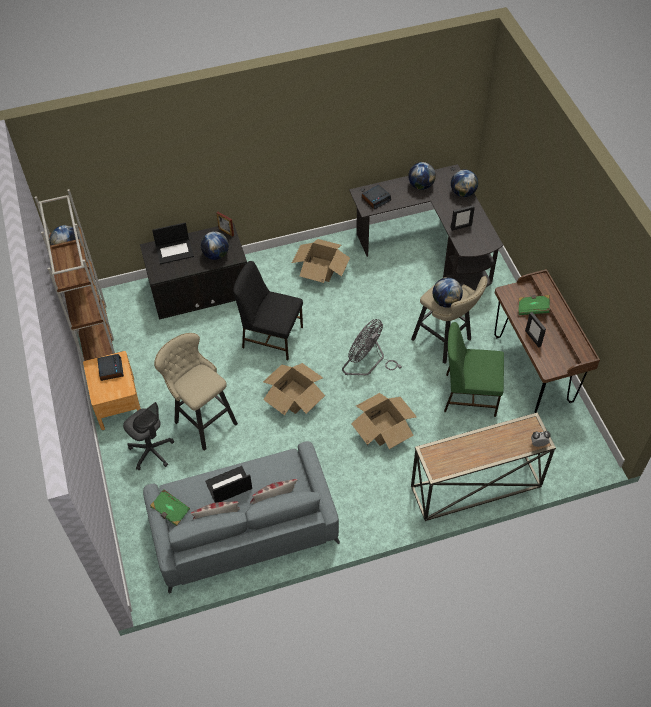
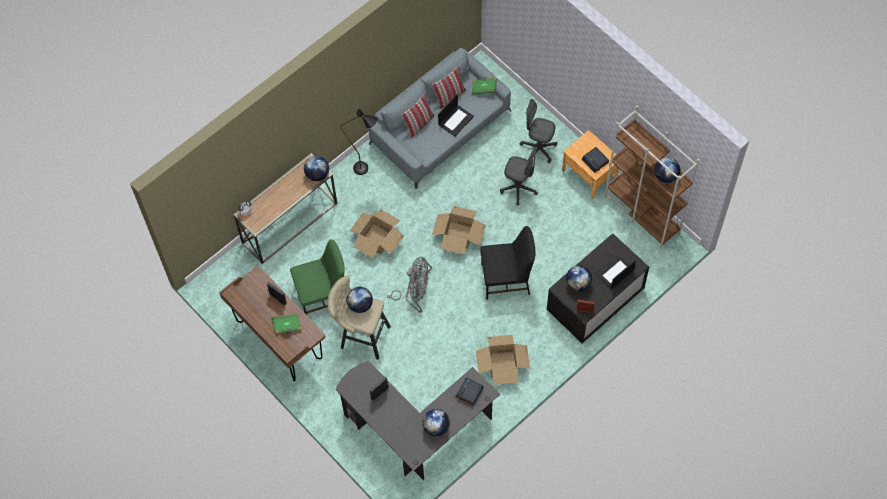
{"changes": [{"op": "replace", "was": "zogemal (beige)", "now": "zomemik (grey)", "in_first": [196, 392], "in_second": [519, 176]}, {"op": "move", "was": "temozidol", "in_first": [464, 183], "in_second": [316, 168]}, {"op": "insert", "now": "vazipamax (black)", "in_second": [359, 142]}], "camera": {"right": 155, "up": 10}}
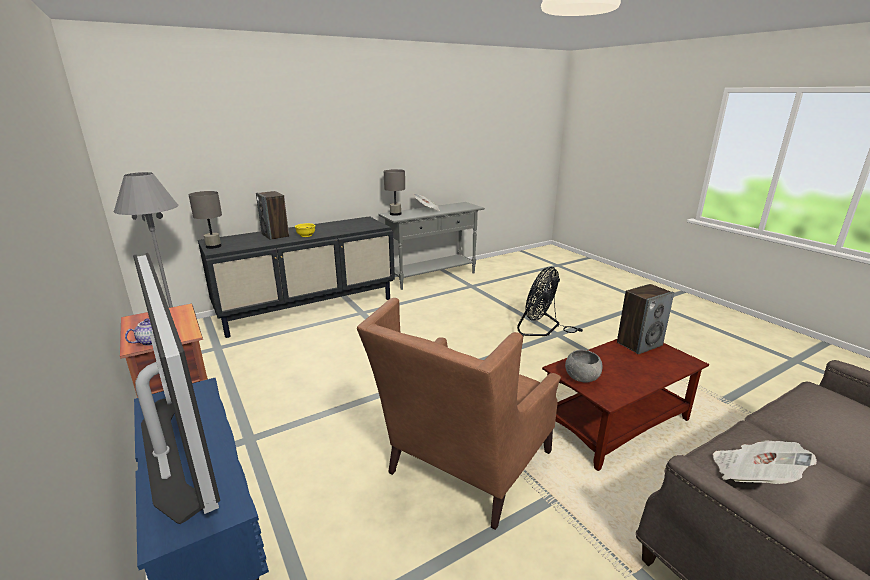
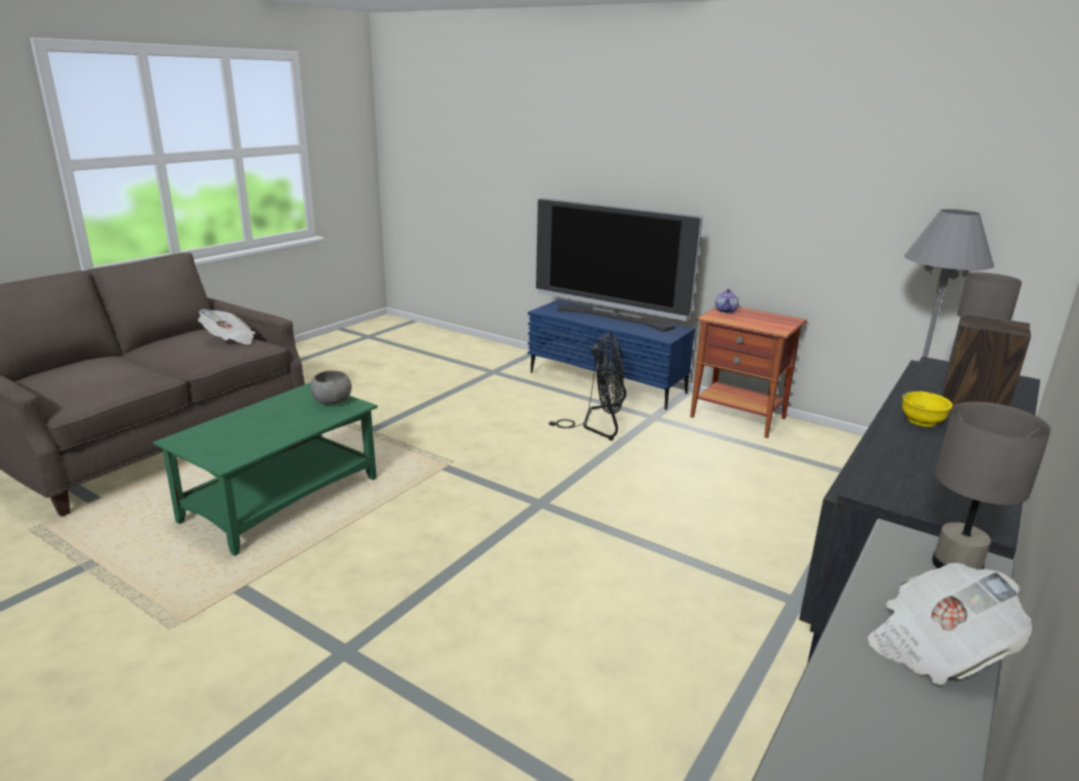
{"changes": [{"op": "delete", "was": "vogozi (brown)", "in_first": [459, 414]}, {"op": "move", "was": "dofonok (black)", "in_first": [550, 301], "in_second": [587, 387]}, {"op": "recolor", "was": "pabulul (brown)", "now": "pabulul (green)", "in_first": [625, 405], "in_second": [265, 469]}, {"op": "delete", "was": "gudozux", "in_first": [645, 319]}], "camera": {"right": 155, "up": 0}}
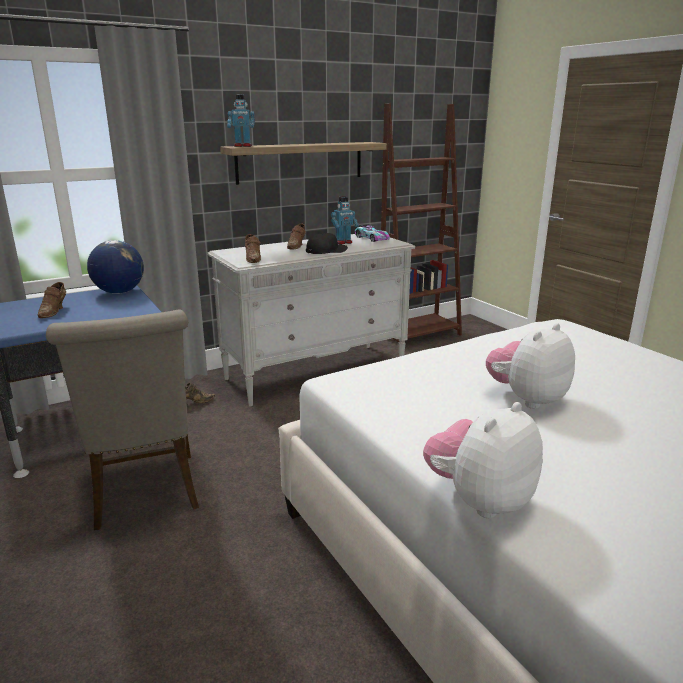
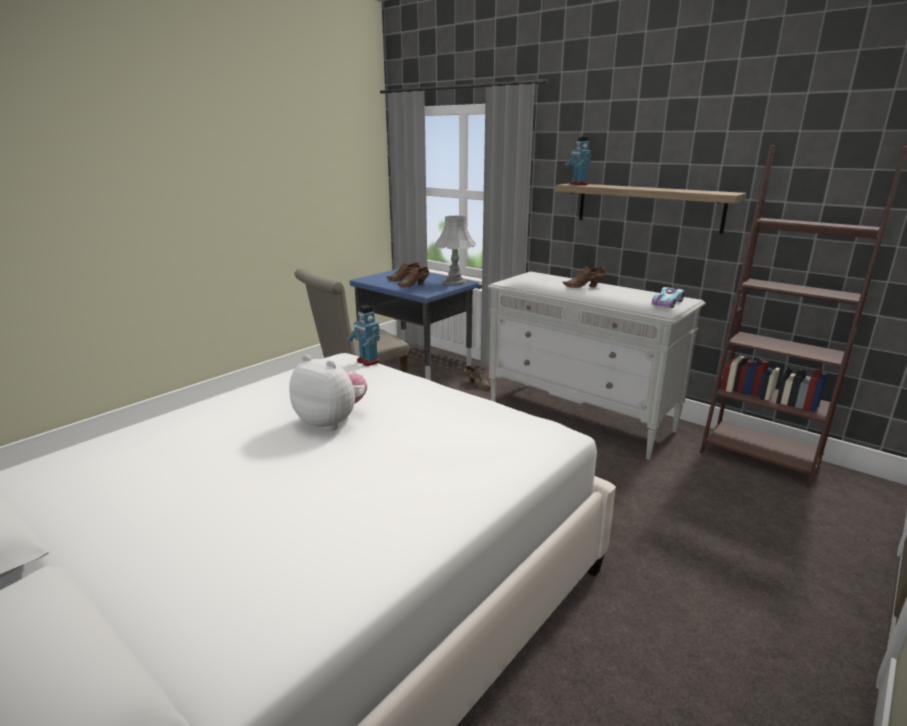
{"changes": [{"op": "replace", "was": "temozidol", "now": "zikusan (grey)", "in_first": [115, 267], "in_second": [455, 250]}, {"op": "move", "was": "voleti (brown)", "in_first": [253, 248], "in_second": [413, 277]}, {"op": "delete", "was": "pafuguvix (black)", "in_first": [327, 243]}, {"op": "move", "was": "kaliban", "in_first": [345, 221], "in_second": [363, 335]}, {"op": "delete", "was": "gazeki", "in_first": [483, 460]}], "camera": {"right": 70, "up": 0}}
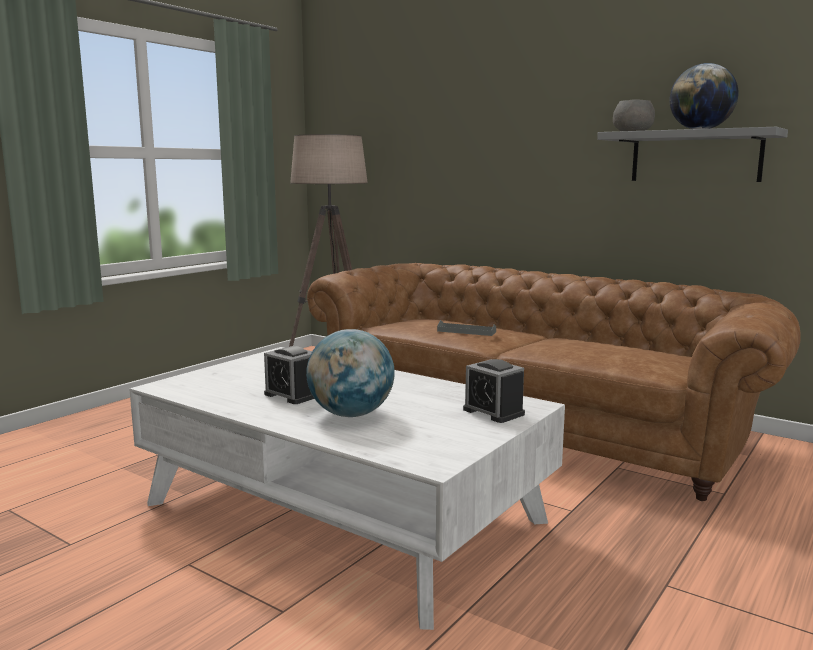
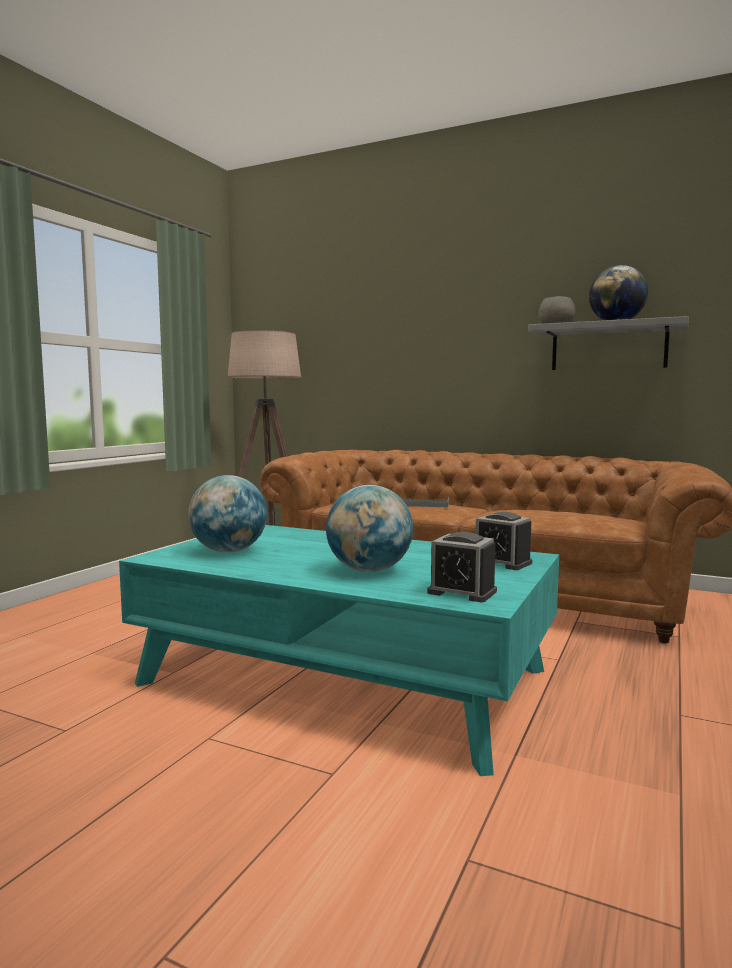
{"changes": [{"op": "recolor", "was": "pabulul (white)", "now": "pabulul (turquoise)", "in_first": [347, 488], "in_second": [339, 650]}, {"op": "move", "was": "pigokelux", "in_first": [289, 375], "in_second": [462, 567]}, {"op": "insert", "now": "temozidol", "in_second": [227, 514]}], "camera": {"right": -10, "up": -5}}
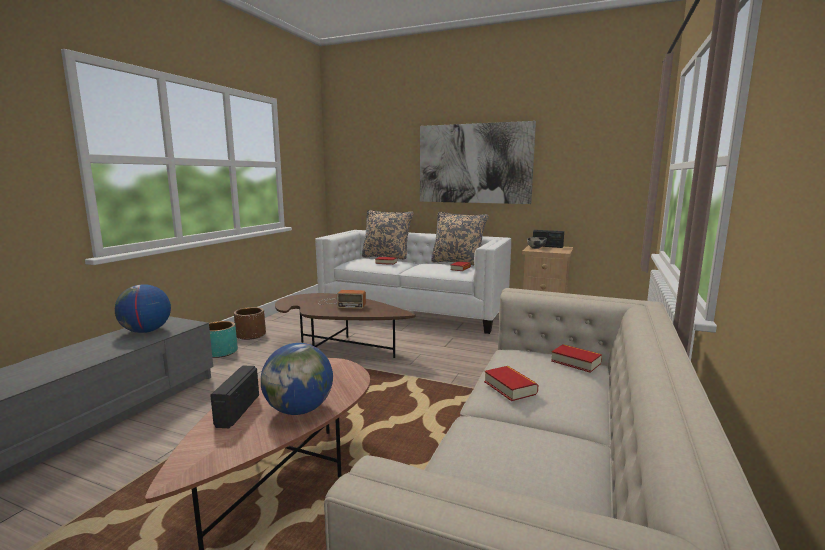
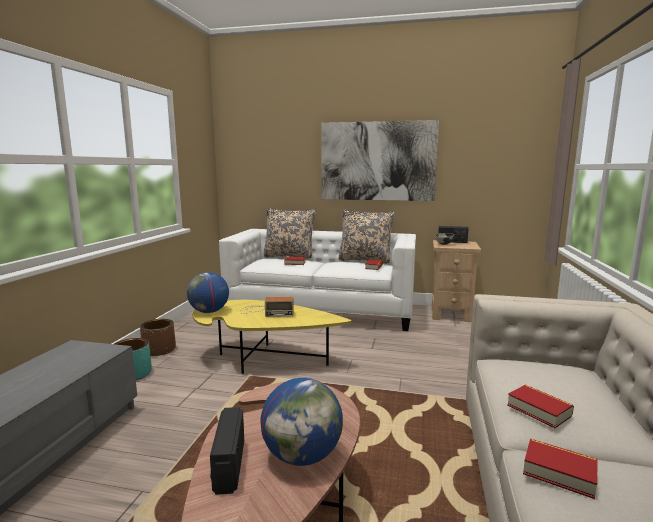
{"changes": [{"op": "move", "was": "temozidol", "in_first": [143, 308], "in_second": [208, 292]}, {"op": "recolor", "was": "pabulul (brown)", "now": "pabulul (yellow)", "in_first": [345, 325], "in_second": [272, 337]}, {"op": "move", "was": "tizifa", "in_first": [576, 358], "in_second": [560, 468]}], "camera": {"right": -10, "up": 0}}
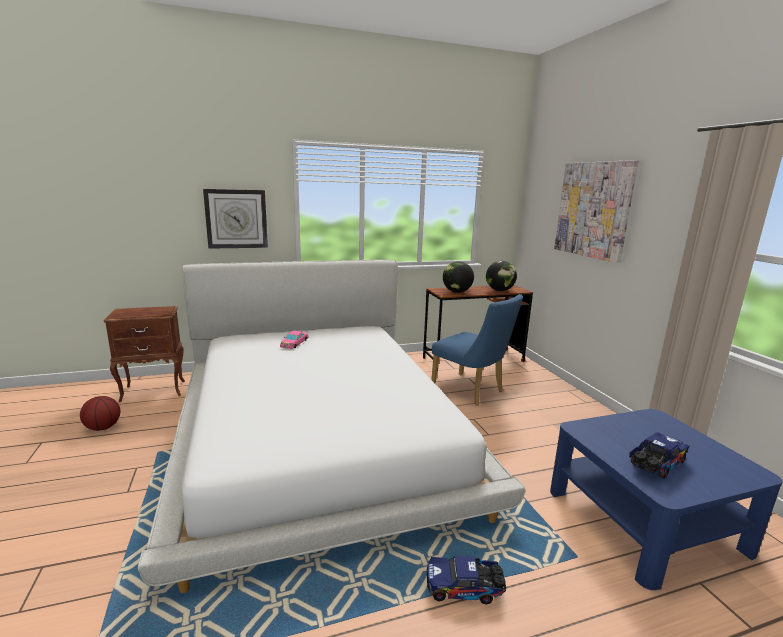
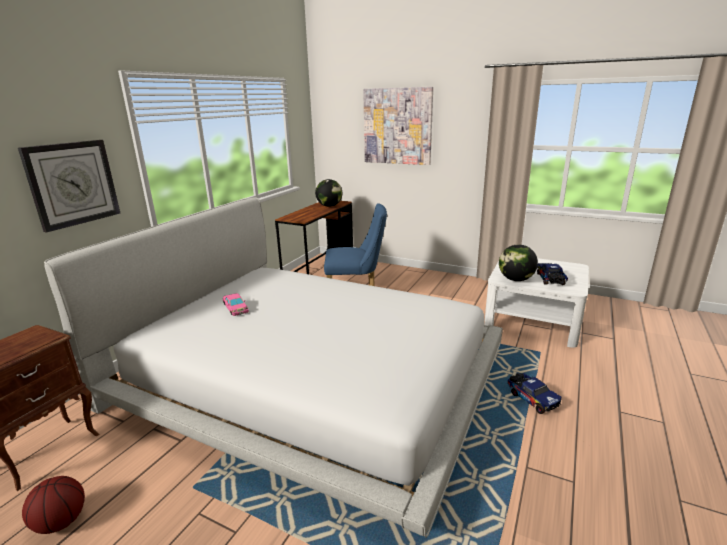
{"changes": [{"op": "rotate", "was": "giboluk", "in_first": [466, 580], "in_second": [534, 393], "clockwise": -75}, {"op": "move", "was": "temozidol", "in_first": [458, 277], "in_second": [518, 263]}, {"op": "recolor", "was": "pabulul (blue)", "now": "pabulul (white)", "in_first": [666, 499], "in_second": [536, 303]}], "camera": {"right": -45, "up": 5}}
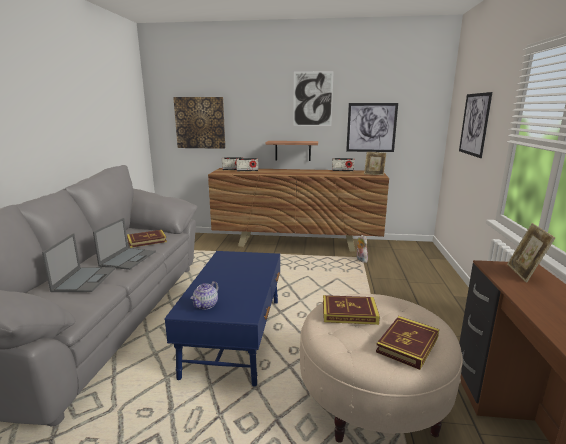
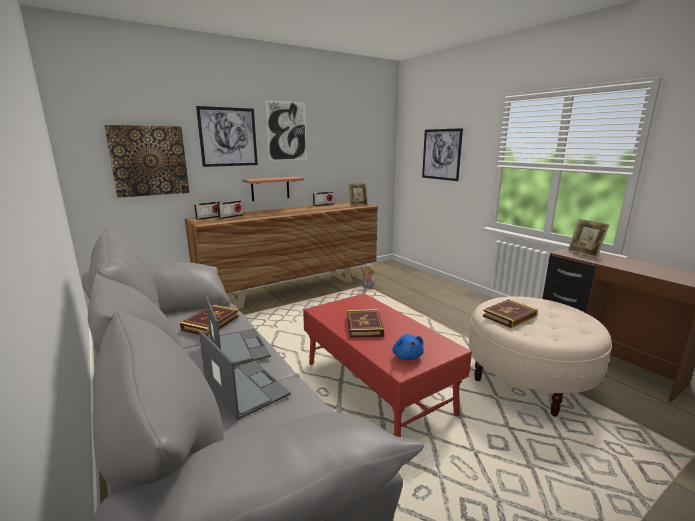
{"changes": [{"op": "recolor", "was": "pabulul (blue)", "now": "pabulul (red)", "in_first": [222, 319], "in_second": [387, 365]}, {"op": "replace", "was": "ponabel", "now": "gazeki (blue)", "in_first": [204, 295], "in_second": [408, 347]}, {"op": "move", "was": "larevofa", "in_first": [372, 127], "in_second": [227, 136]}, {"op": "move", "was": "tizifa", "in_first": [407, 343], "in_second": [365, 323]}], "camera": {"right": -40, "up": 0}}
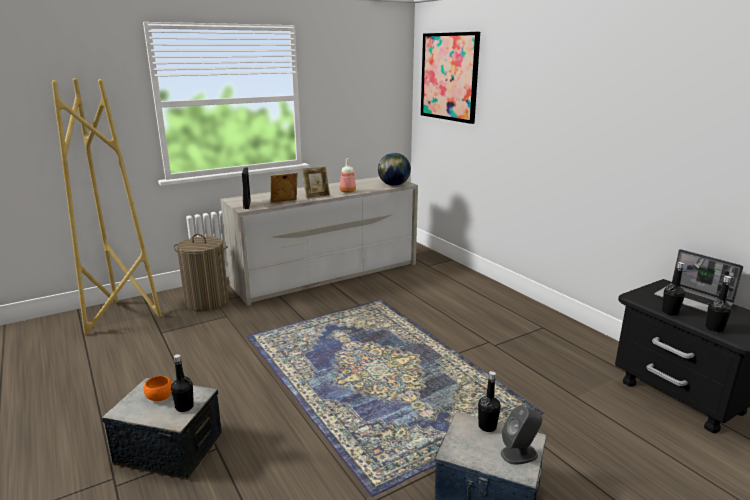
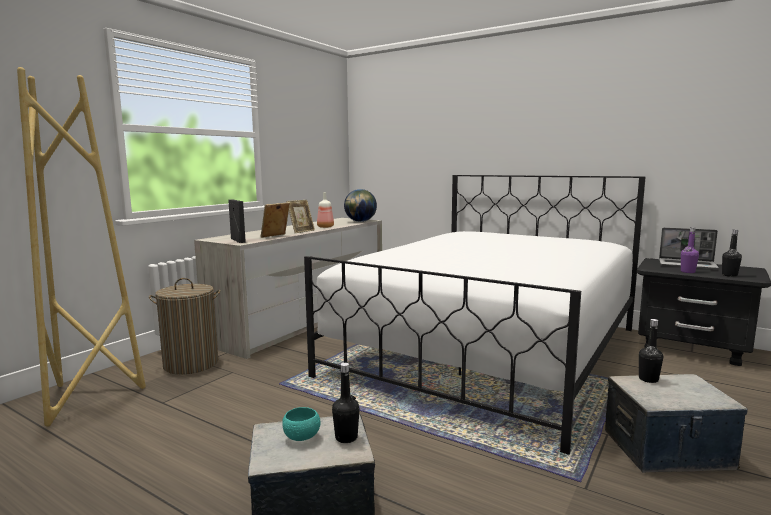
{"changes": [{"op": "recolor", "was": "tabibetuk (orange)", "now": "tabibetuk (turquoise)", "in_first": [157, 388], "in_second": [301, 424]}, {"op": "delete", "was": "larevofa", "in_first": [450, 78]}, {"op": "delete", "was": "gudozux (grey)", "in_first": [522, 435]}, {"op": "recolor", "was": "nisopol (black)", "now": "nisopol (purple)", "in_first": [673, 289], "in_second": [690, 250]}, {"op": "insert", "now": "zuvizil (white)", "in_second": [475, 315]}], "camera": {"right": -25, "up": -10}}
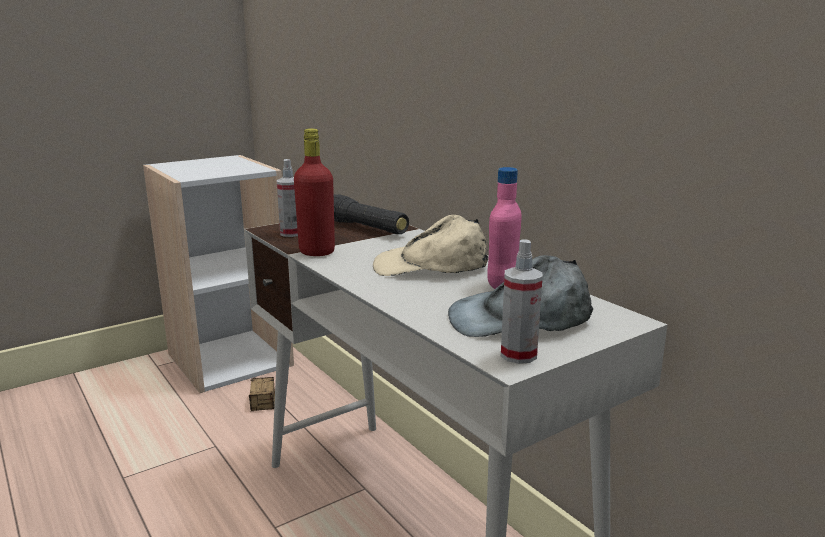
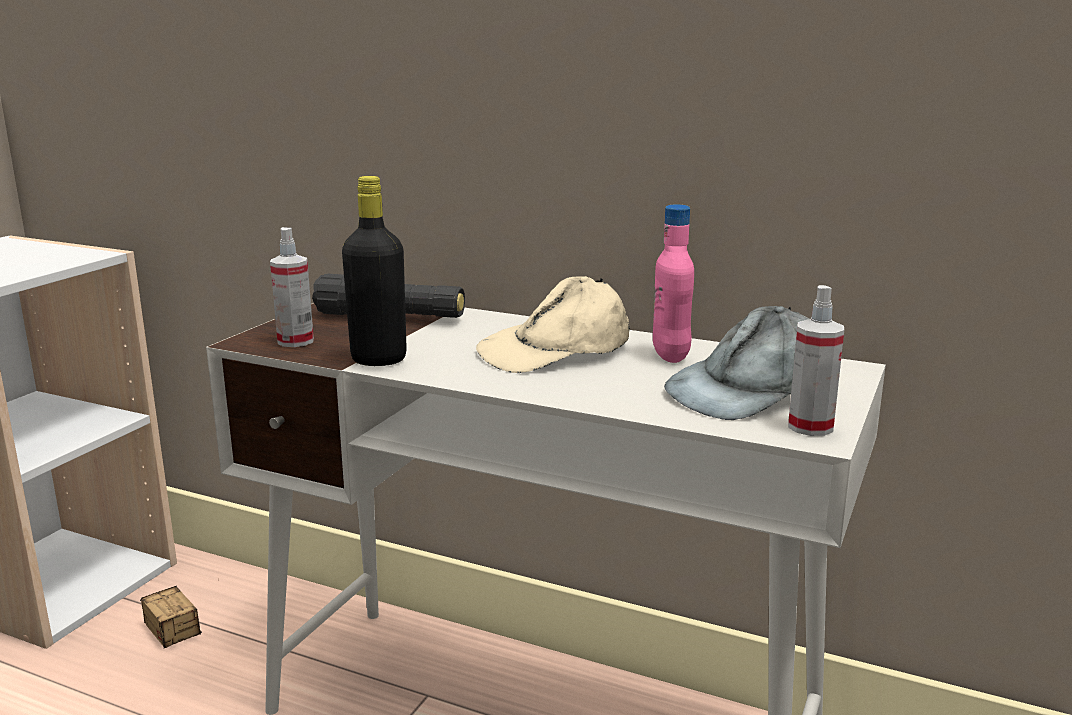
{"changes": [{"op": "recolor", "was": "nisopol (red)", "now": "nisopol (black)", "in_first": [314, 192], "in_second": [374, 271]}], "camera": {"right": -30, "up": 0}}
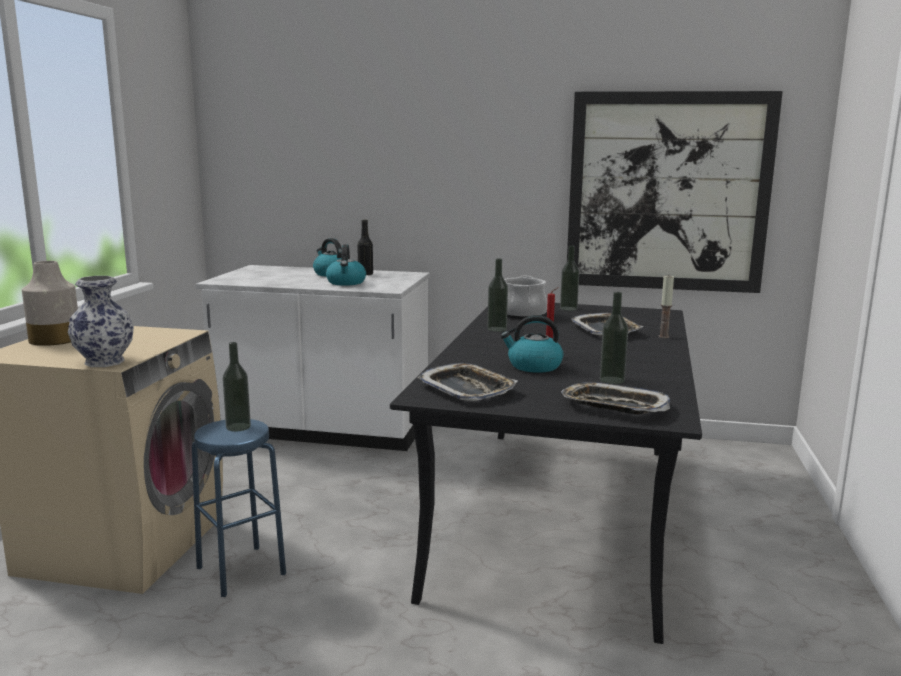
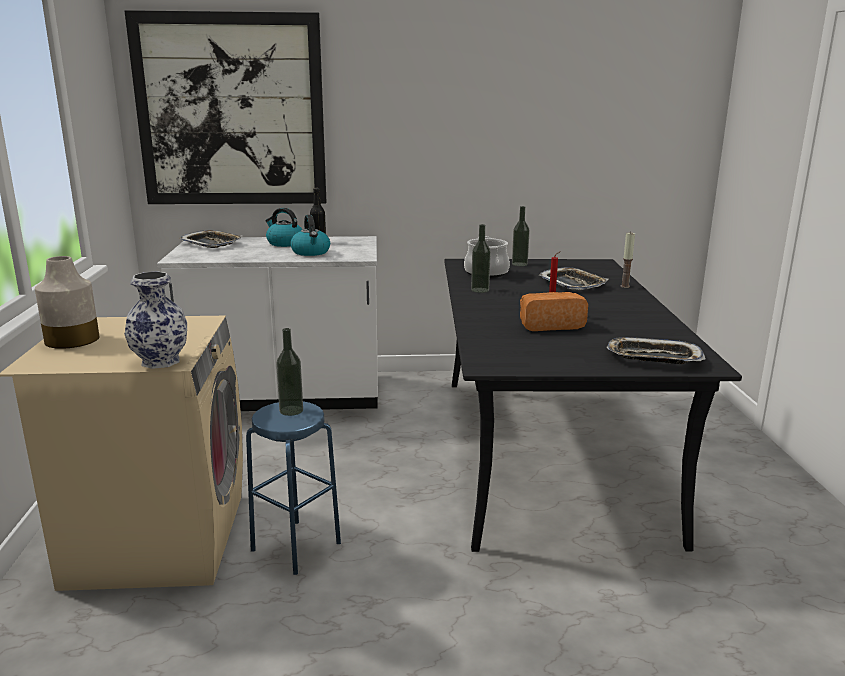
{"changes": [{"op": "move", "was": "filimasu", "in_first": [468, 382], "in_second": [210, 239]}, {"op": "replace", "was": "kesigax", "now": "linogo", "in_first": [532, 344], "in_second": [554, 311]}, {"op": "move", "was": "larevofa", "in_first": [675, 192], "in_second": [225, 107]}, {"op": "delete", "was": "nisopol", "in_first": [614, 338]}], "camera": {"right": -15, "up": 5}}
